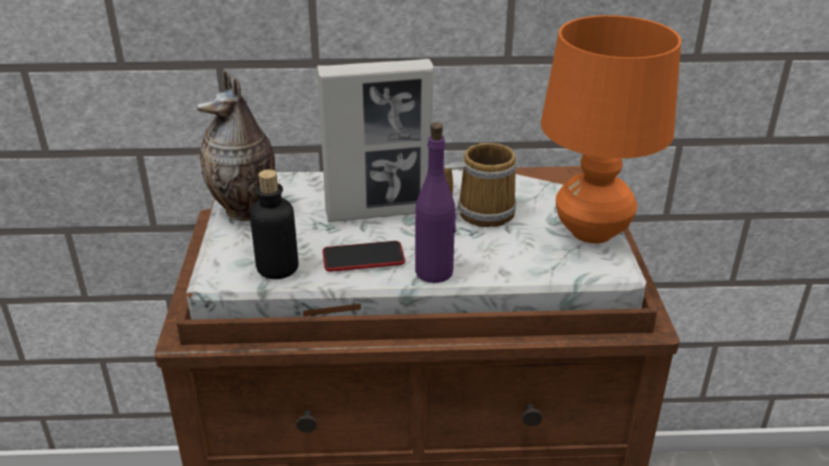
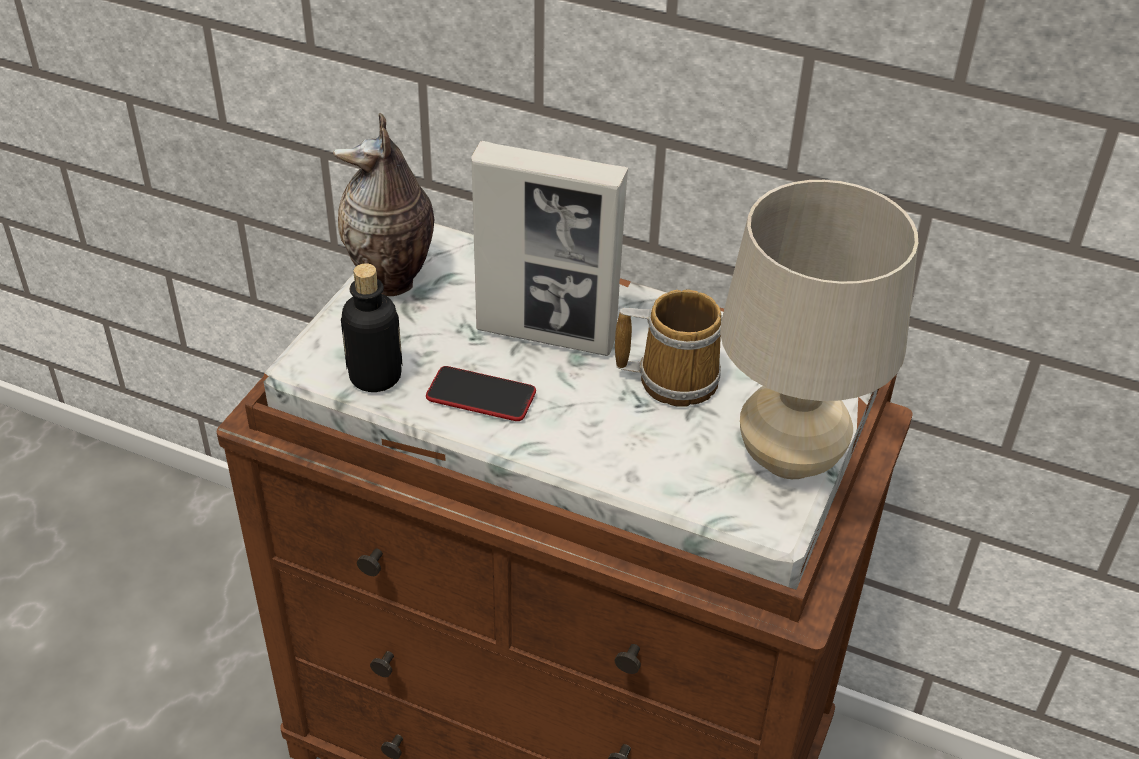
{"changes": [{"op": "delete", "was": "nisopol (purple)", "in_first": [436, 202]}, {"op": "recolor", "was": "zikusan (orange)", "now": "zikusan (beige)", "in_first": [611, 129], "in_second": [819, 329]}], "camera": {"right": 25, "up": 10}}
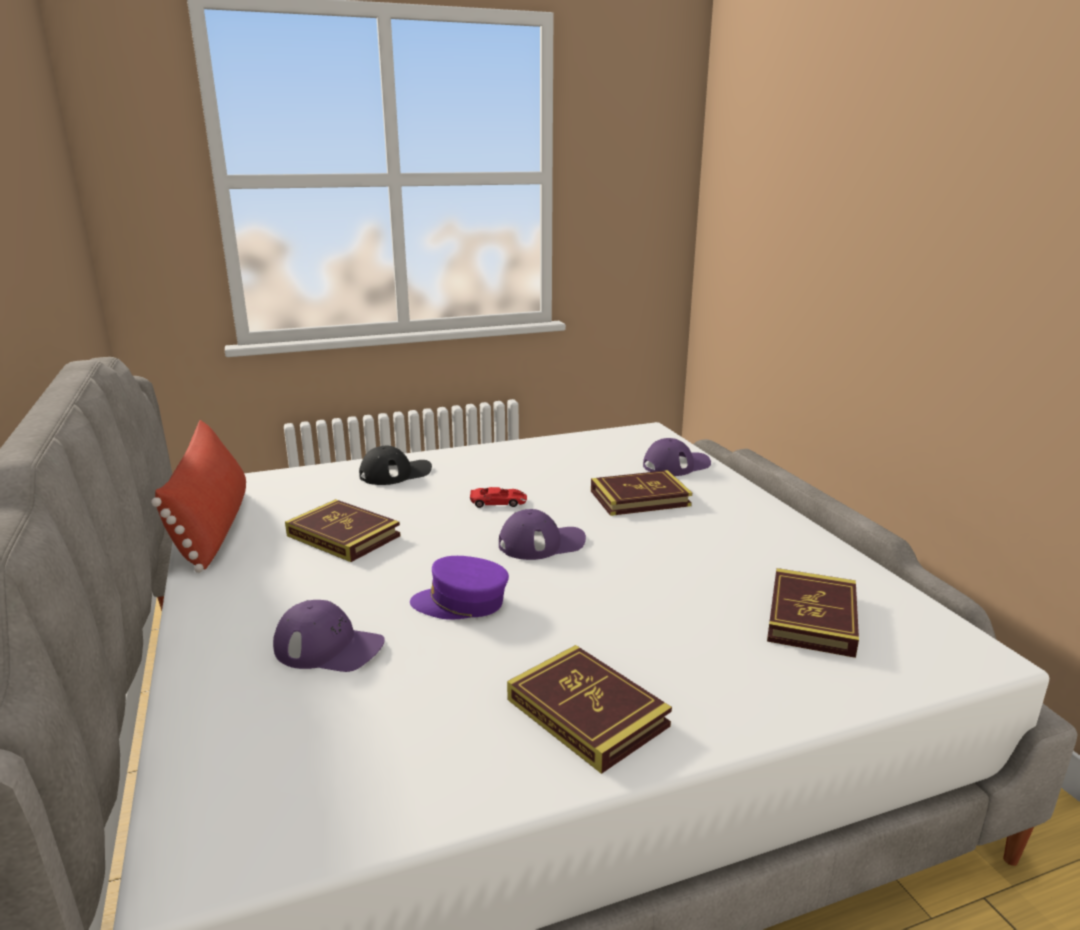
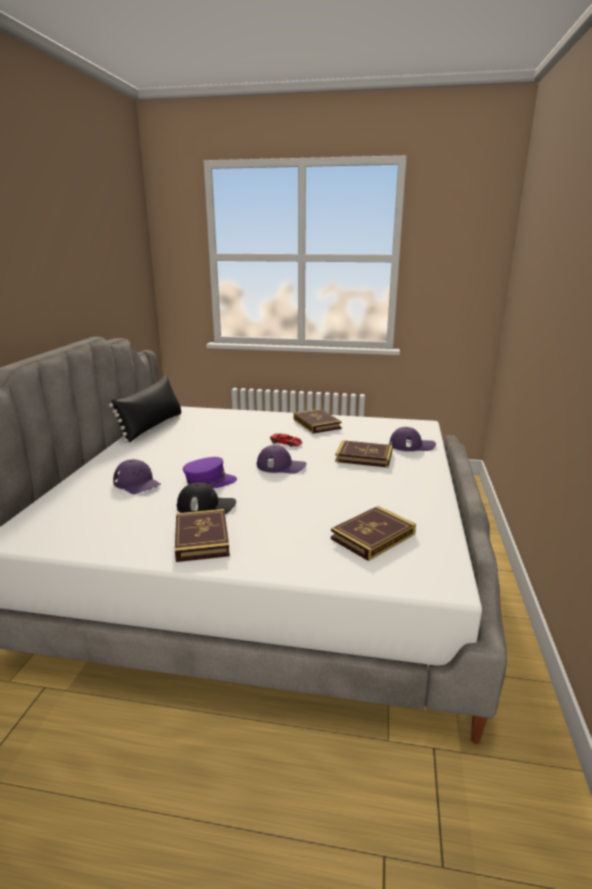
{"changes": [{"op": "recolor", "was": "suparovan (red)", "now": "suparovan (black)", "in_first": [198, 496], "in_second": [145, 409]}, {"op": "move", "was": "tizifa", "in_first": [343, 530], "in_second": [318, 421]}, {"op": "move", "was": "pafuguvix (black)", "in_first": [395, 465], "in_second": [206, 498]}, {"op": "rotate", "was": "pafuguvix (purple)", "in_first": [459, 588], "in_second": [210, 472], "clockwise": 135}], "camera": {"right": 30, "up": 0}}
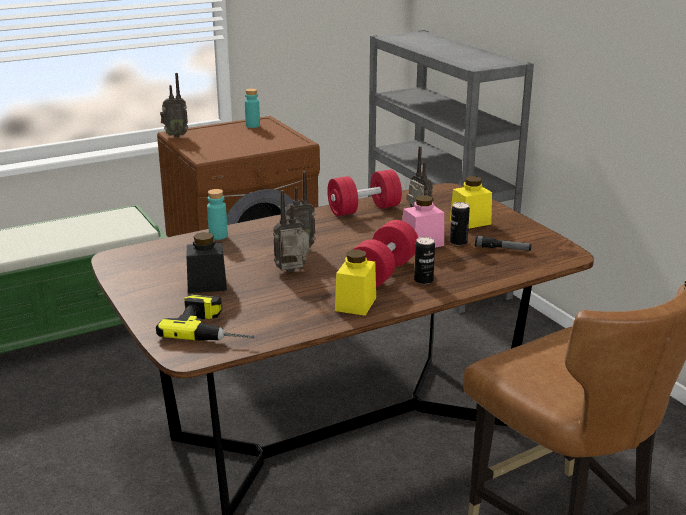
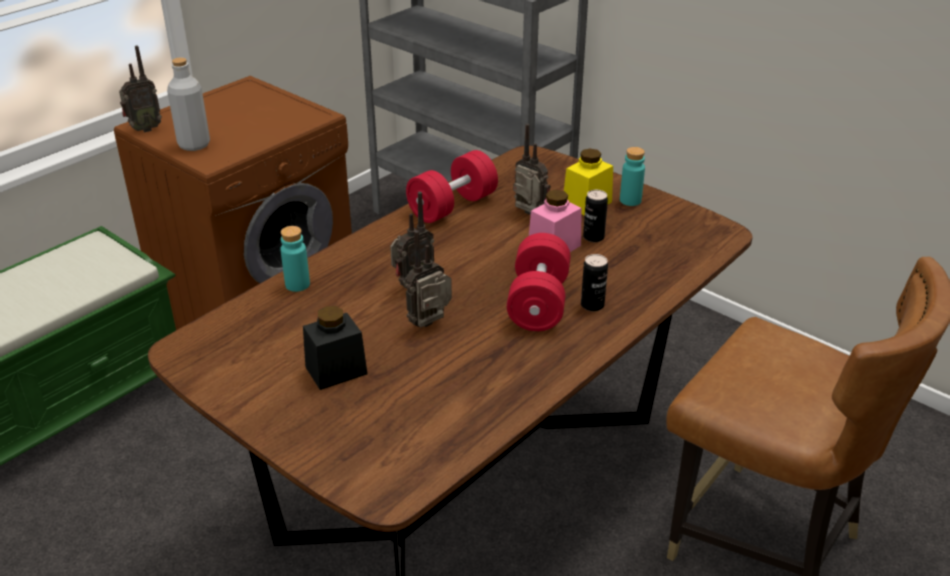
{"changes": [{"op": "delete", "was": "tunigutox", "in_first": [205, 317]}, {"op": "move", "was": "nisopol (turquoise)", "in_first": [252, 108], "in_second": [632, 176]}, {"op": "delete", "was": "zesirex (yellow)", "in_first": [355, 282]}, {"op": "delete", "was": "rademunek", "in_first": [503, 243]}, {"op": "insert", "now": "nisopol (grey)", "in_second": [188, 104]}], "camera": {"right": -20, "up": 10}}
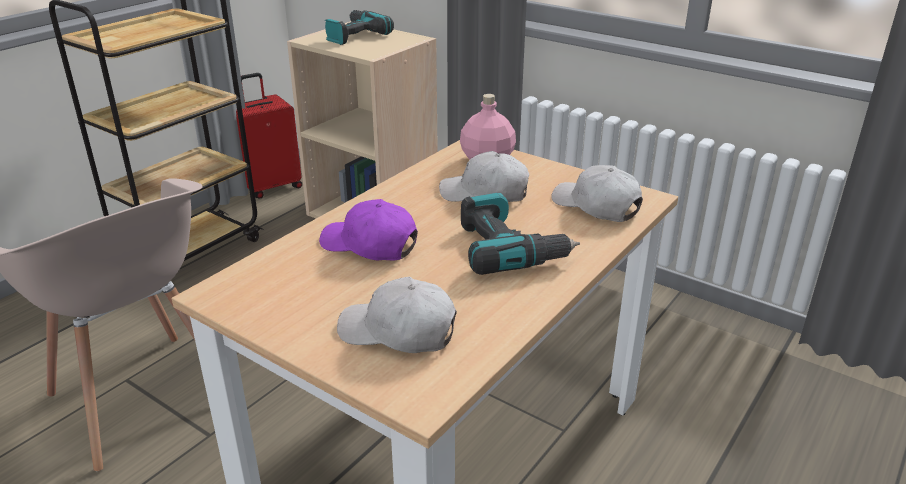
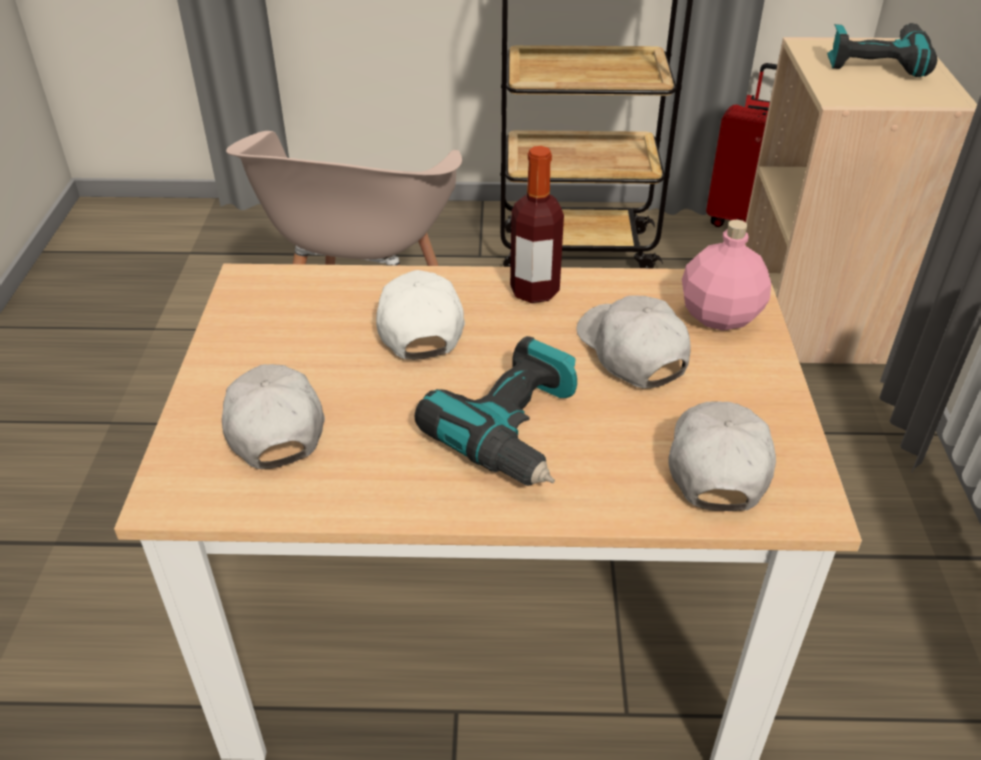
{"changes": [{"op": "recolor", "was": "pafuguvix (purple)", "now": "pafuguvix (white)", "in_first": [368, 230], "in_second": [420, 315]}, {"op": "insert", "now": "nisopol", "in_second": [537, 224]}], "camera": {"right": 55, "up": 10}}
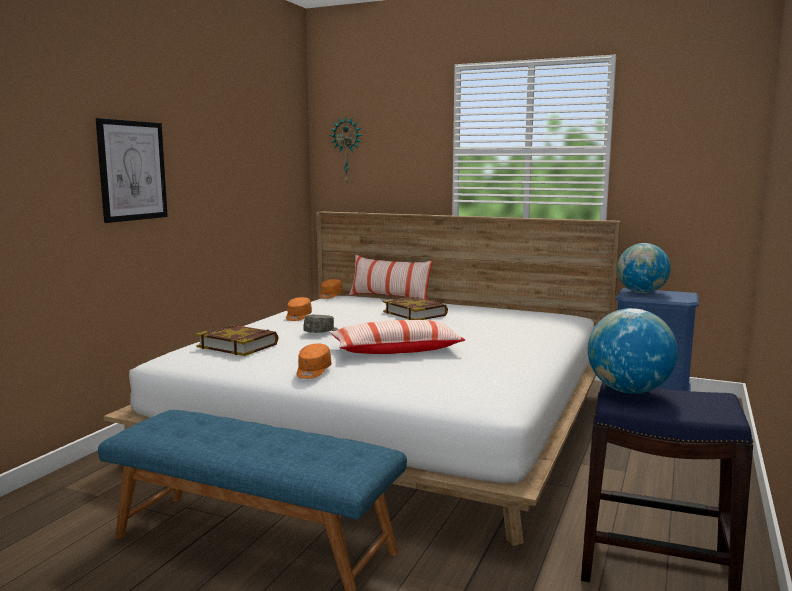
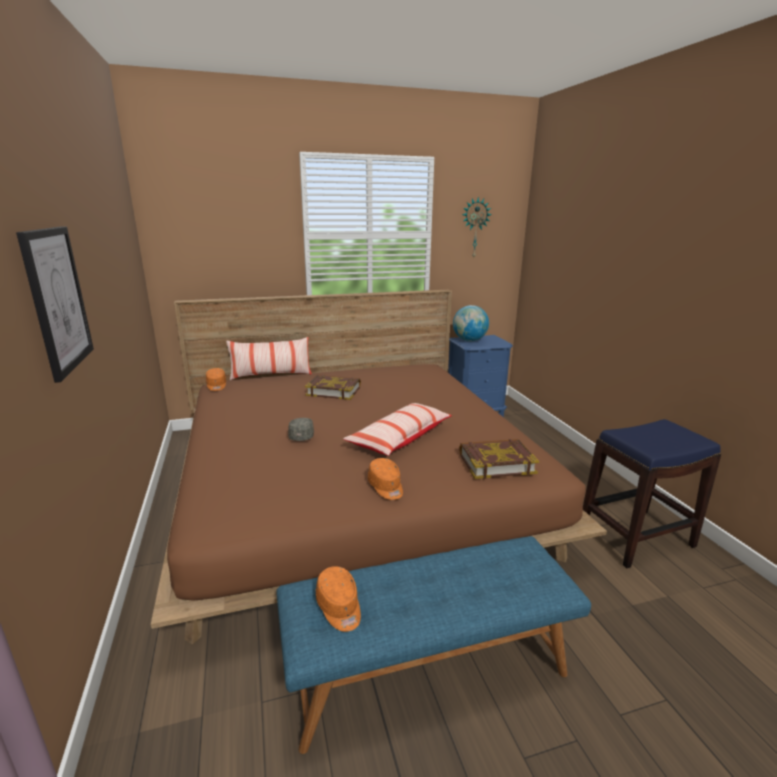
{"changes": [{"op": "recolor", "was": "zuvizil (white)", "now": "zuvizil (brown)", "in_first": [362, 379], "in_second": [379, 467]}, {"op": "move", "was": "tizifa", "in_first": [237, 340], "in_second": [499, 459]}, {"op": "move", "was": "pafuguvix (orange)", "in_first": [299, 309], "in_second": [338, 599]}, {"op": "move", "was": "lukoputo", "in_first": [346, 151], "in_second": [476, 227]}, {"op": "delete", "was": "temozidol", "in_first": [633, 351]}], "camera": {"right": -40, "up": 10}}
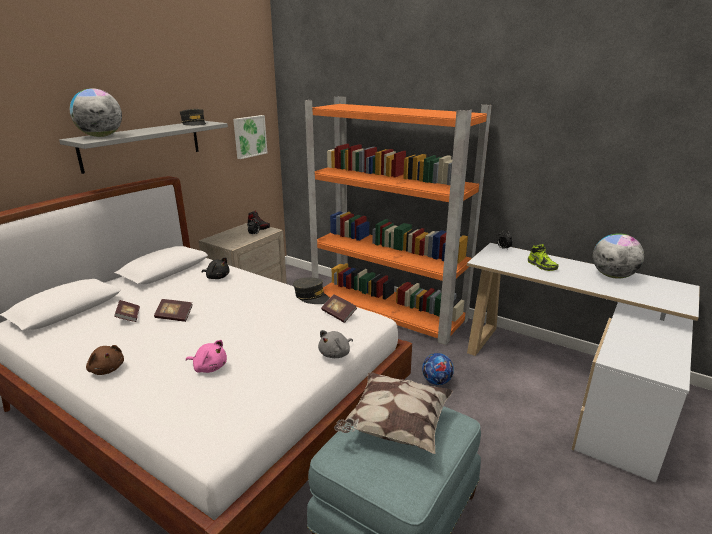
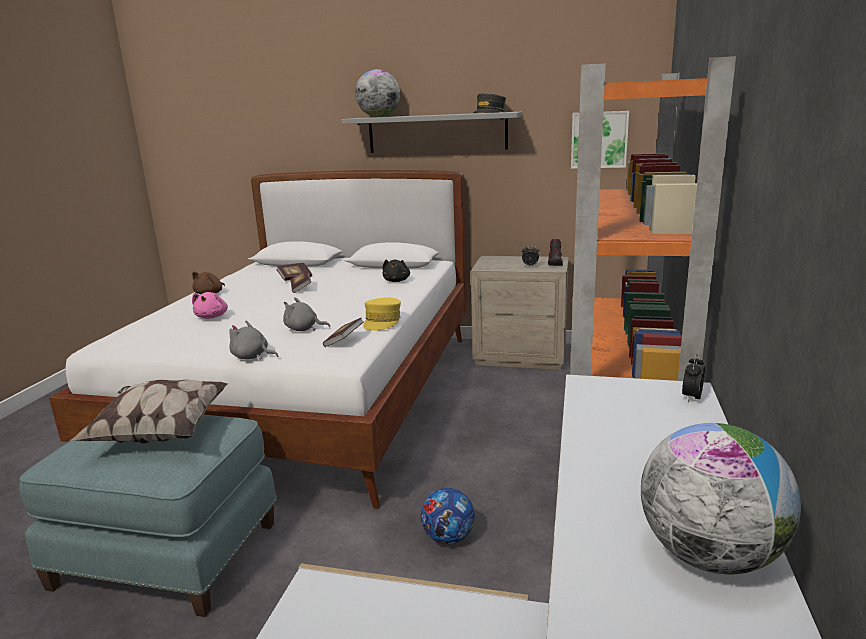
{"changes": [{"op": "recolor", "was": "pafuguvix (grey)", "now": "pafuguvix (yellow)", "in_first": [311, 291], "in_second": [382, 314]}, {"op": "delete", "was": "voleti", "in_first": [543, 257]}, {"op": "insert", "now": "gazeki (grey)", "in_second": [306, 314]}], "camera": {"right": 70, "up": -5}}
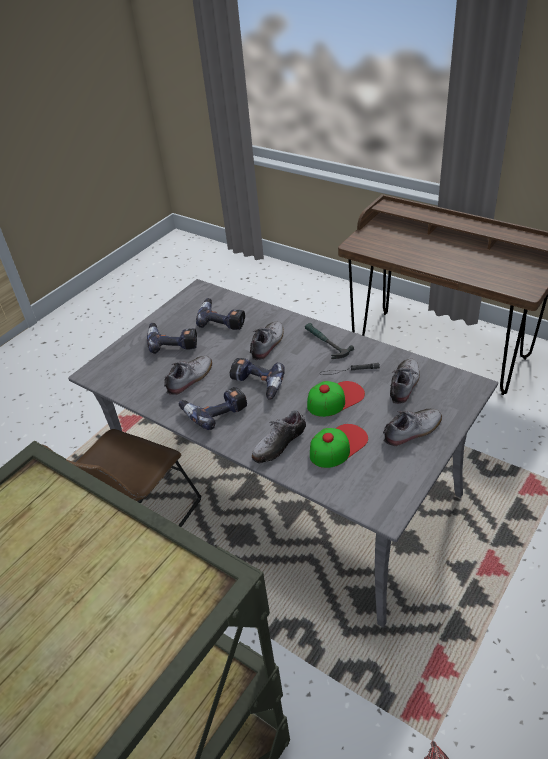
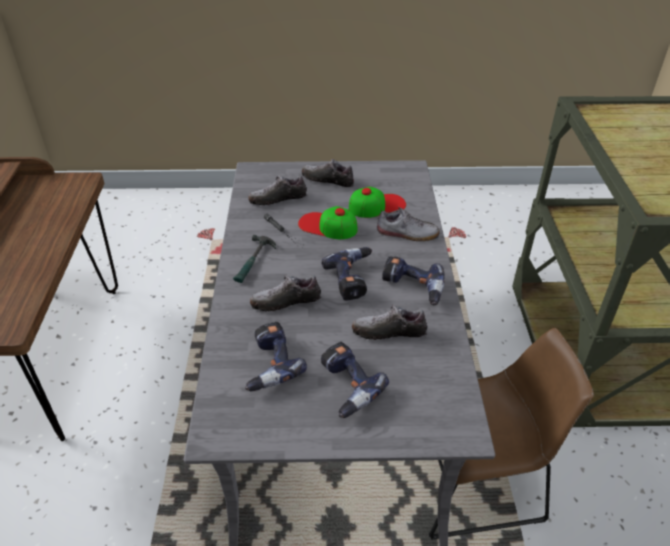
{"changes": [{"op": "rotate", "was": "pafuguvix", "in_first": [339, 446], "in_second": [377, 202], "clockwise": 150}], "camera": {"right": -130, "up": 0}}
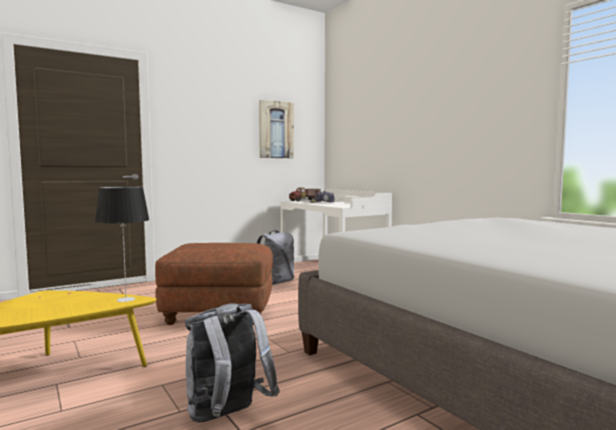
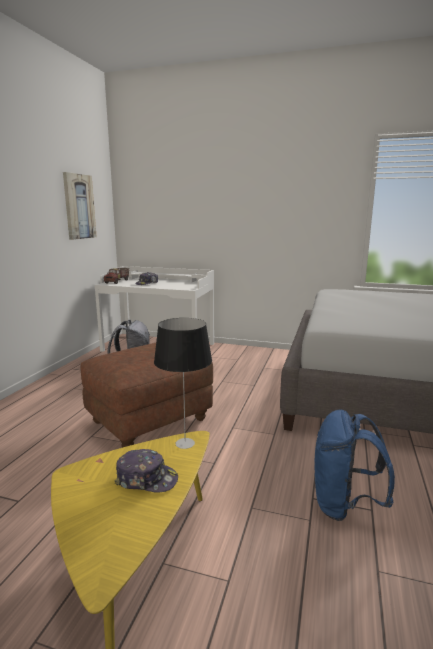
{"changes": [{"op": "recolor", "was": "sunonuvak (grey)", "now": "sunonuvak (blue)", "in_first": [232, 362], "in_second": [355, 465]}, {"op": "insert", "now": "pafuguvix", "in_second": [146, 471]}], "camera": {"right": -40, "up": 10}}
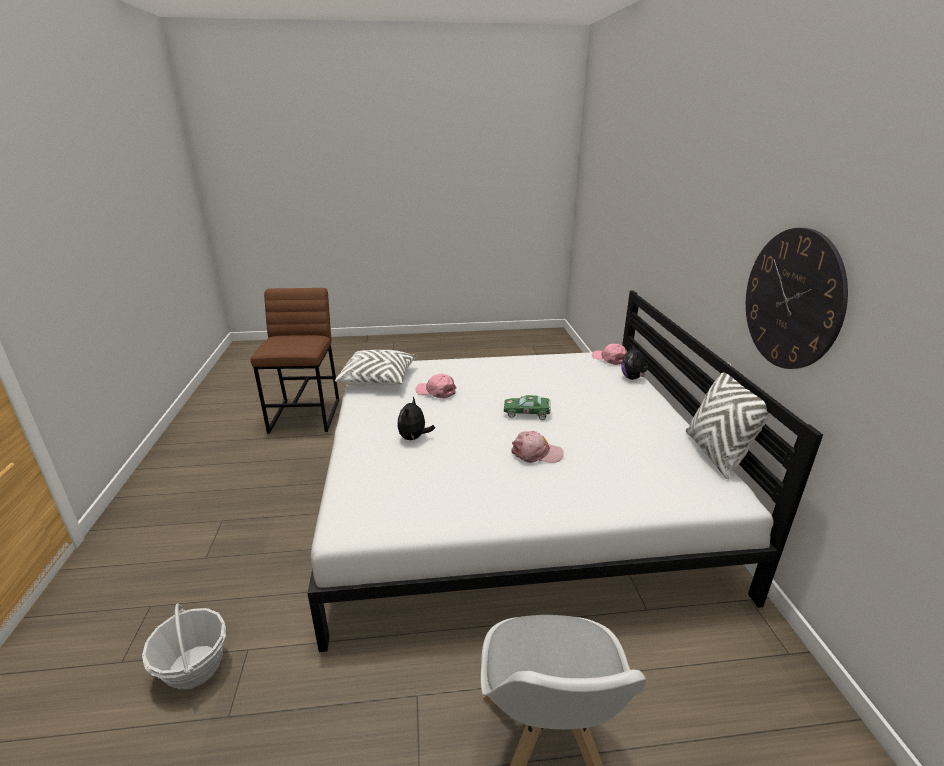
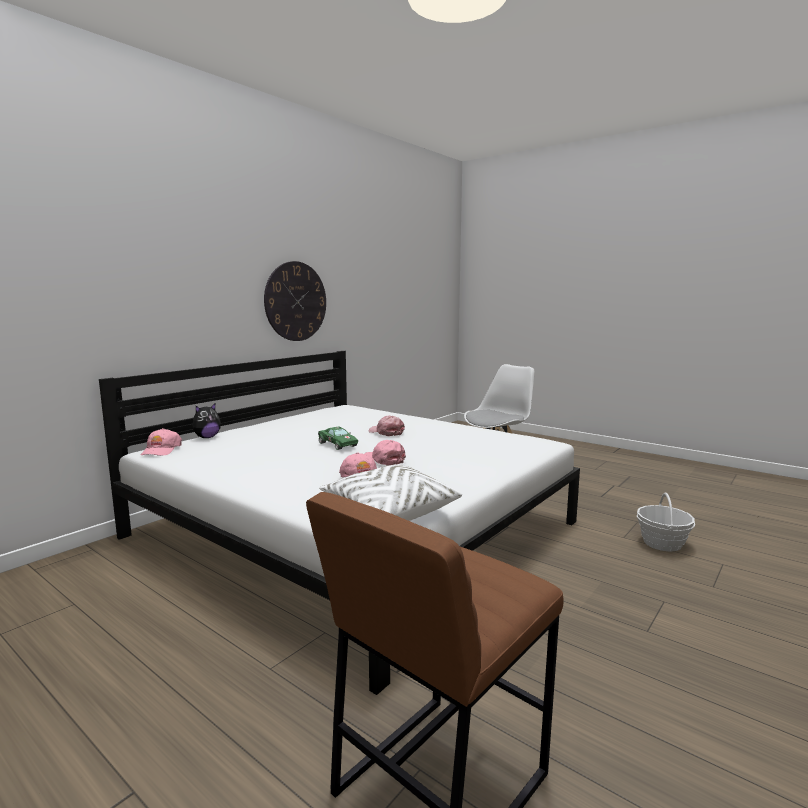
{"changes": [{"op": "delete", "was": "gazeki", "in_first": [416, 418]}, {"op": "delete", "was": "suparovan (white)", "in_first": [728, 421]}, {"op": "insert", "now": "pafuguvix (pink)", "in_second": [385, 453]}], "camera": {"right": -135, "up": -15}}
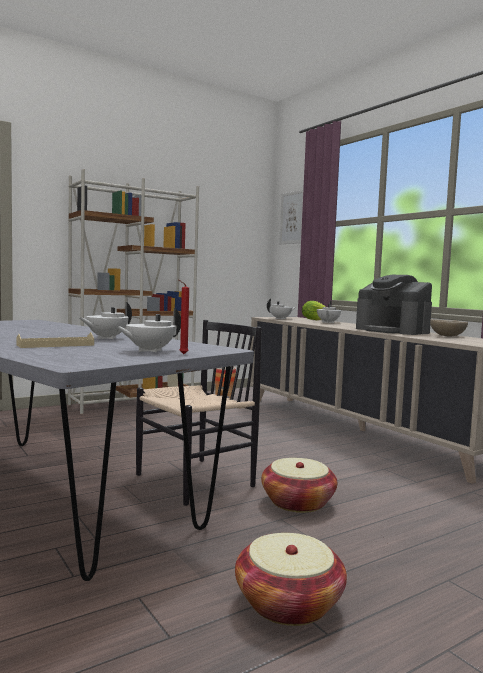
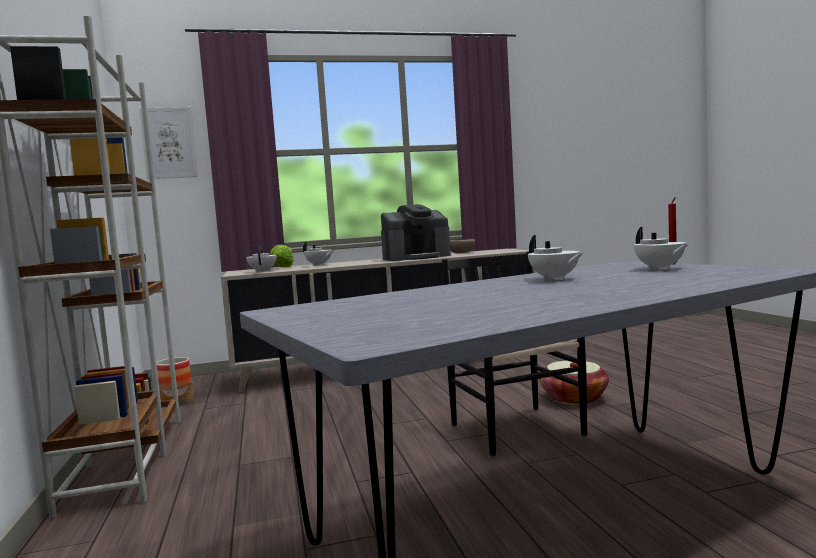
{"changes": [{"op": "delete", "was": "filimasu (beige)", "in_first": [55, 340]}, {"op": "delete", "was": "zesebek", "in_first": [291, 579]}], "camera": {"right": -70, "up": 0}}
